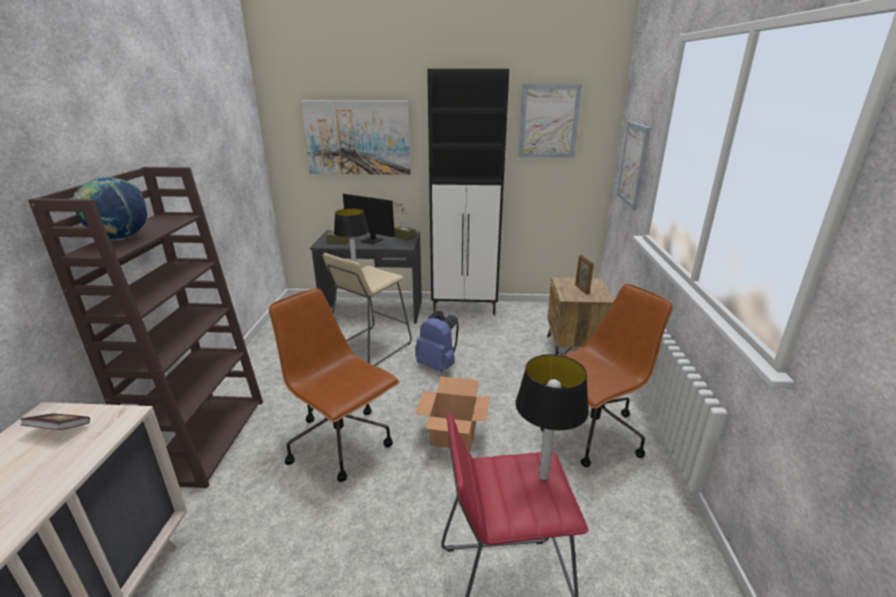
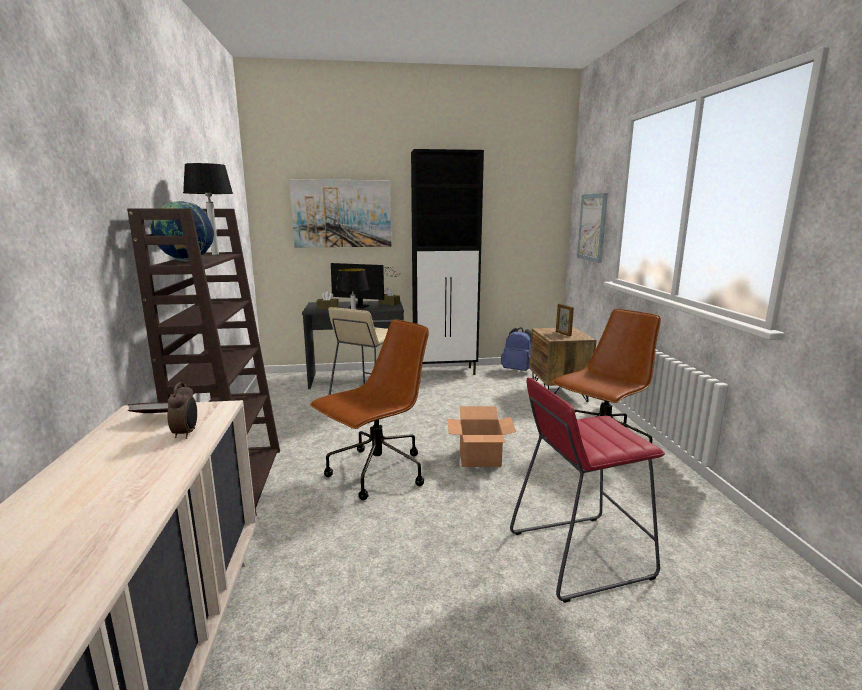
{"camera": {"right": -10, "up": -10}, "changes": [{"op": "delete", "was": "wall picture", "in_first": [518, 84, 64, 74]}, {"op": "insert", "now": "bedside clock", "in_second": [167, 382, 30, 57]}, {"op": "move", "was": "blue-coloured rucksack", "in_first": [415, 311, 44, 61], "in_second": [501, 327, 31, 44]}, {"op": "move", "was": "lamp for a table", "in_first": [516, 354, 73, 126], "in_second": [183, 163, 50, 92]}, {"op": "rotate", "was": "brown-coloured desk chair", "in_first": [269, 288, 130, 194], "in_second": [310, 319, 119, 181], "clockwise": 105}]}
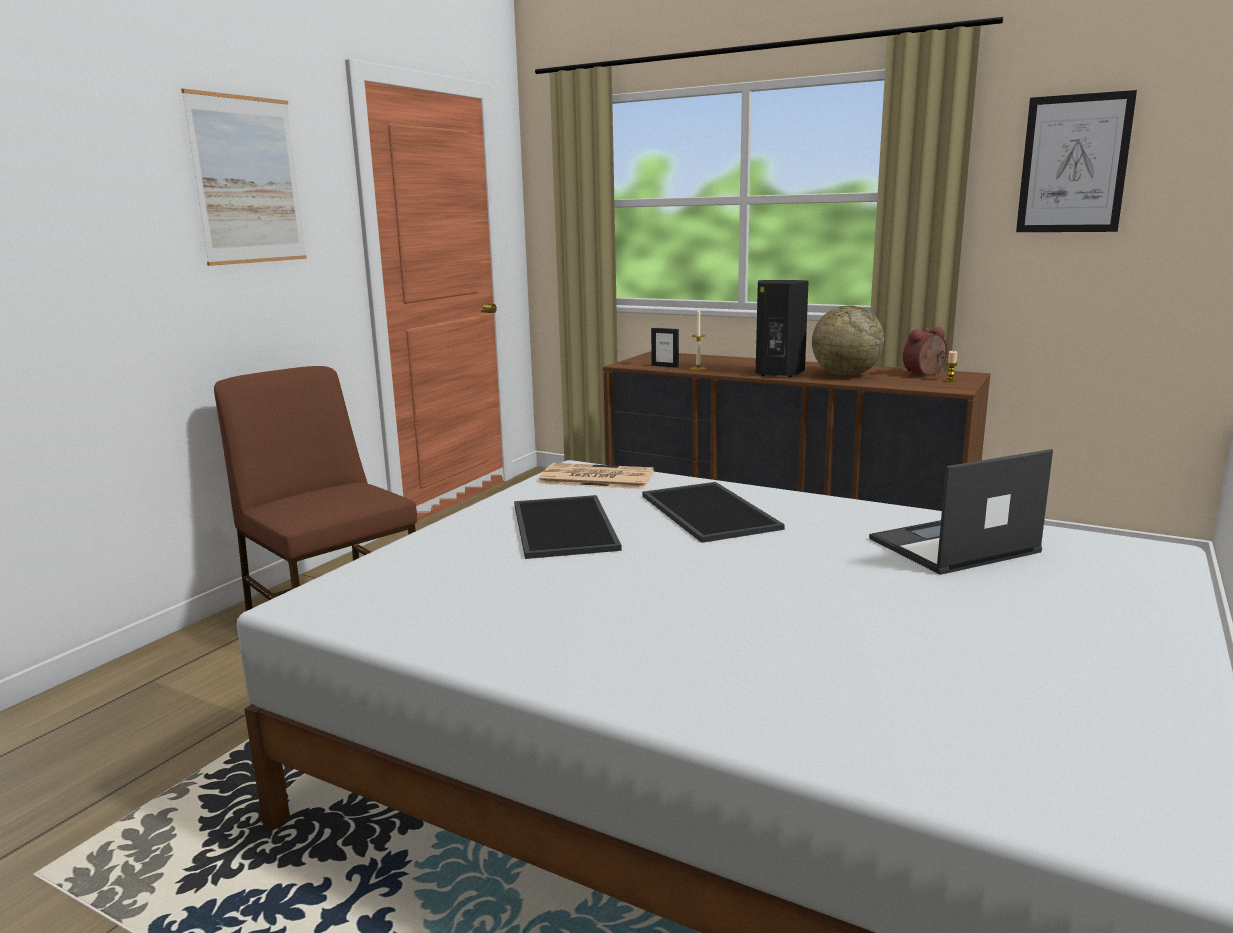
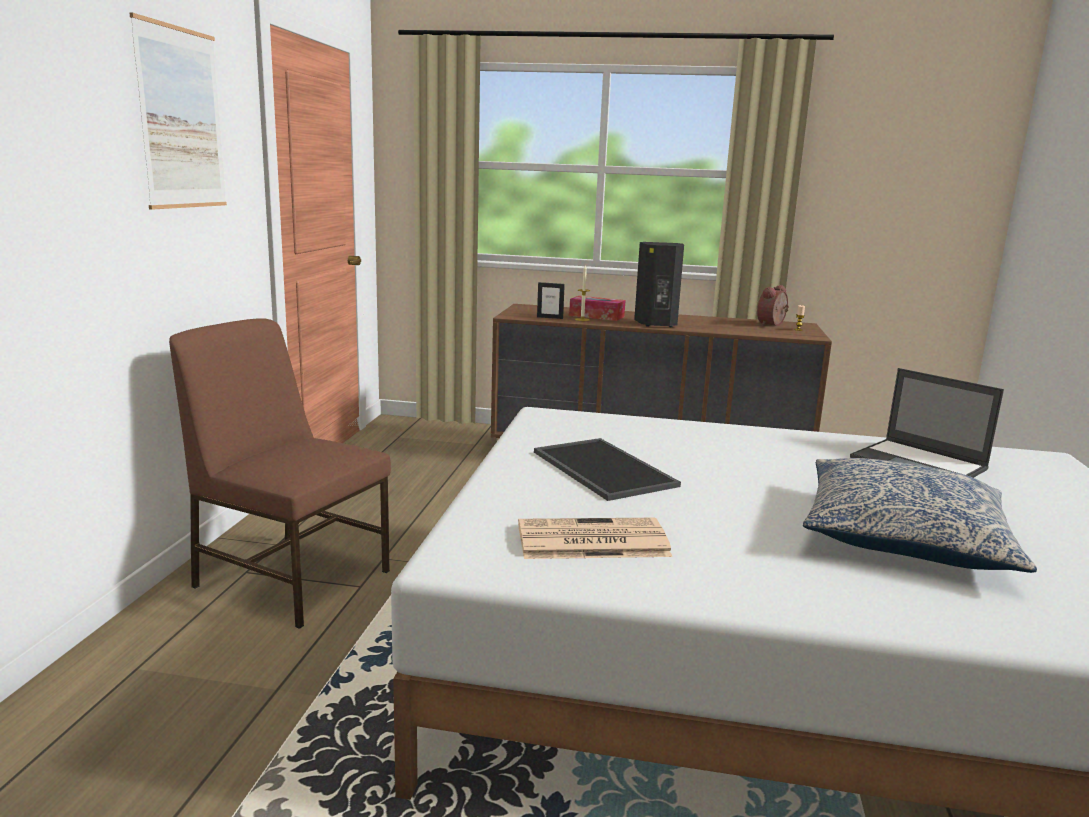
{"camera": {"right": -20, "up": 0}, "changes": [{"op": "delete", "was": "tray", "in_first": [642, 482, 143, 61]}, {"op": "delete", "was": "world globe", "in_first": [812, 305, 72, 71]}, {"op": "delete", "was": "wall picture", "in_first": [1016, 90, 121, 142]}, {"op": "insert", "now": "box of tissues", "in_second": [569, 296, 56, 25]}, {"op": "insert", "now": "pillow", "in_second": [803, 458, 234, 115]}, {"op": "move", "was": "newspaper", "in_first": [538, 463, 116, 26], "in_second": [518, 518, 154, 41]}, {"op": "rotate", "was": "portable computer", "in_first": [869, 449, 184, 126], "in_second": [850, 368, 154, 110], "clockwise": -90}]}
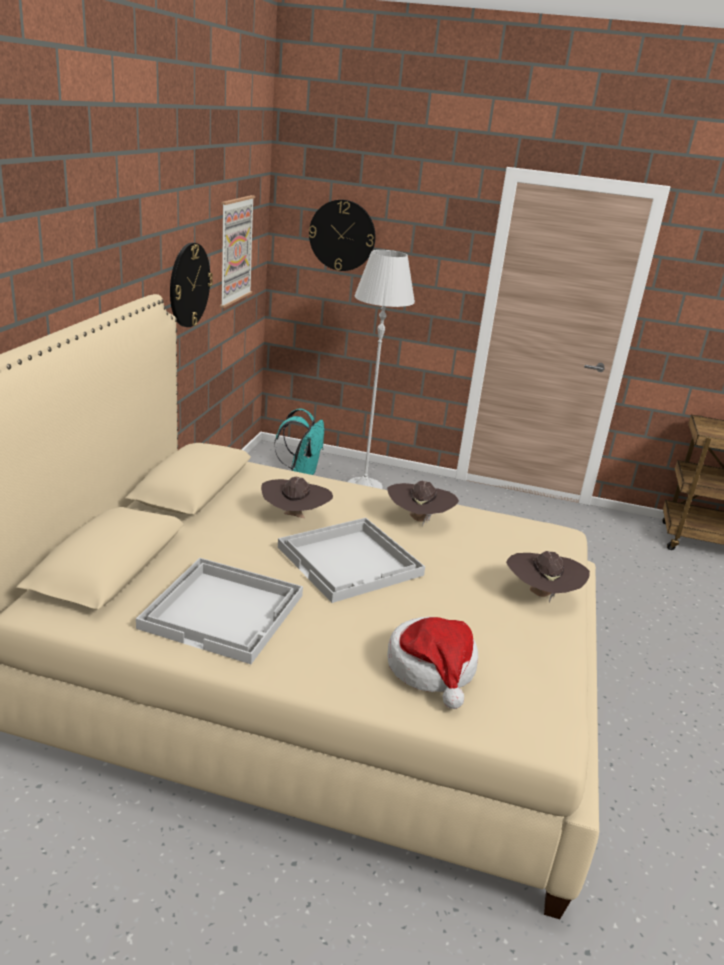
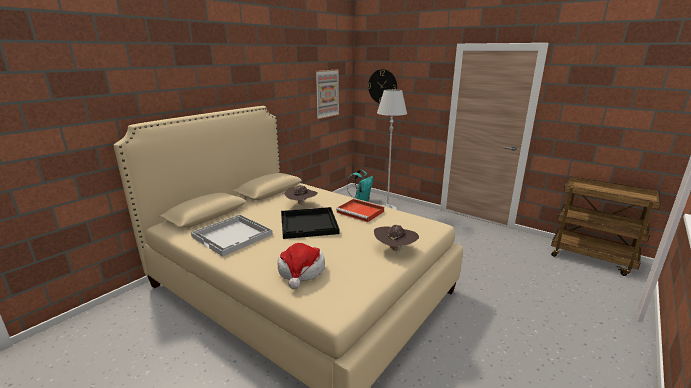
{"camera": {"right": 25, "up": -5}, "changes": [{"op": "delete", "was": "wall clock", "in_first": [170, 243, 43, 84]}, {"op": "replace", "was": "brown-coloured clothing hat", "now": "red-coloured tray", "in_first": [387, 481, 72, 45], "in_second": [336, 199, 48, 23]}, {"op": "recolor", "was": "whitish tray", "now": "black-coloured tray", "in_first": [278, 518, 147, 85], "in_second": [281, 207, 59, 32]}]}
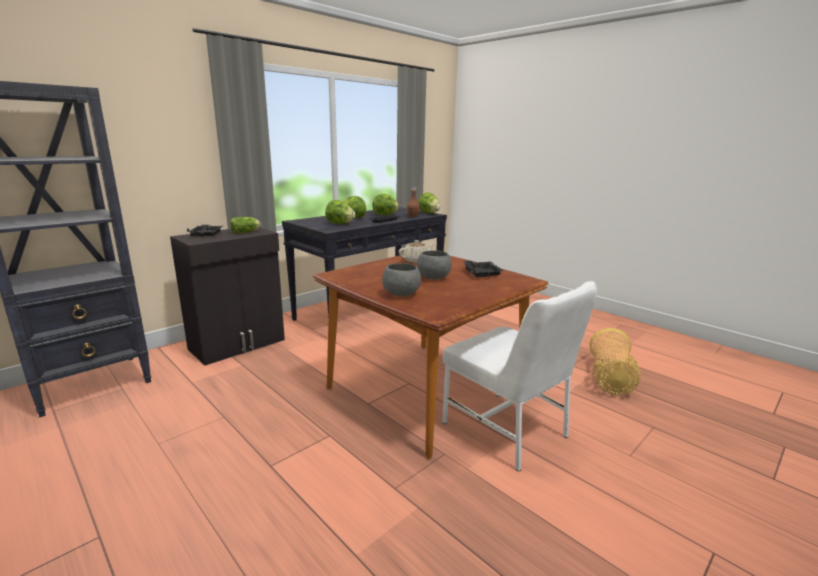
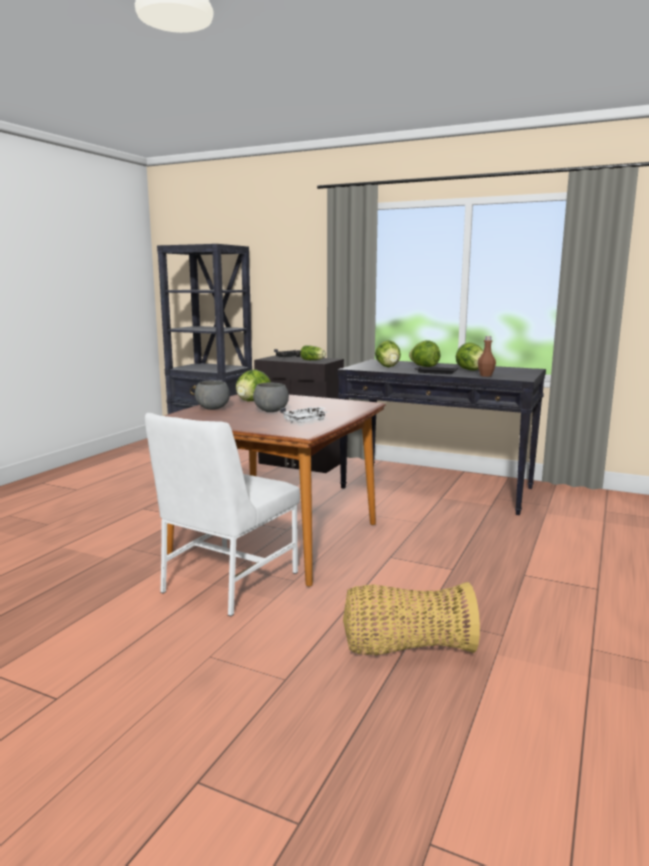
{"camera": {"right": 70, "up": -5}, "changes": [{"op": "delete", "was": "sand-coloured tea pot", "in_first": [399, 240, 36, 23]}, {"op": "move", "was": "lettuce head", "in_first": [418, 192, 23, 22], "in_second": [236, 369, 35, 33]}, {"op": "recolor", "was": "black-coloured tray", "now": "whitish tray", "in_first": [464, 261, 39, 17], "in_second": [280, 407, 50, 16]}]}
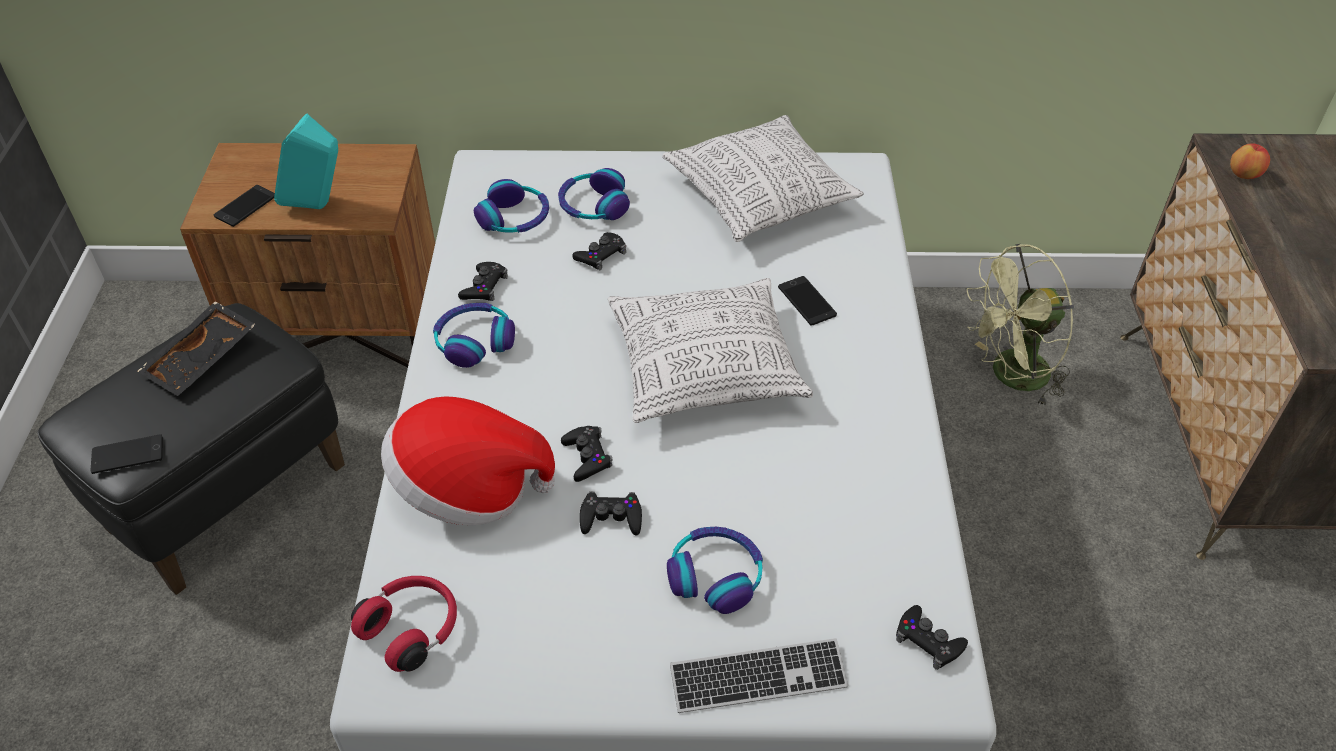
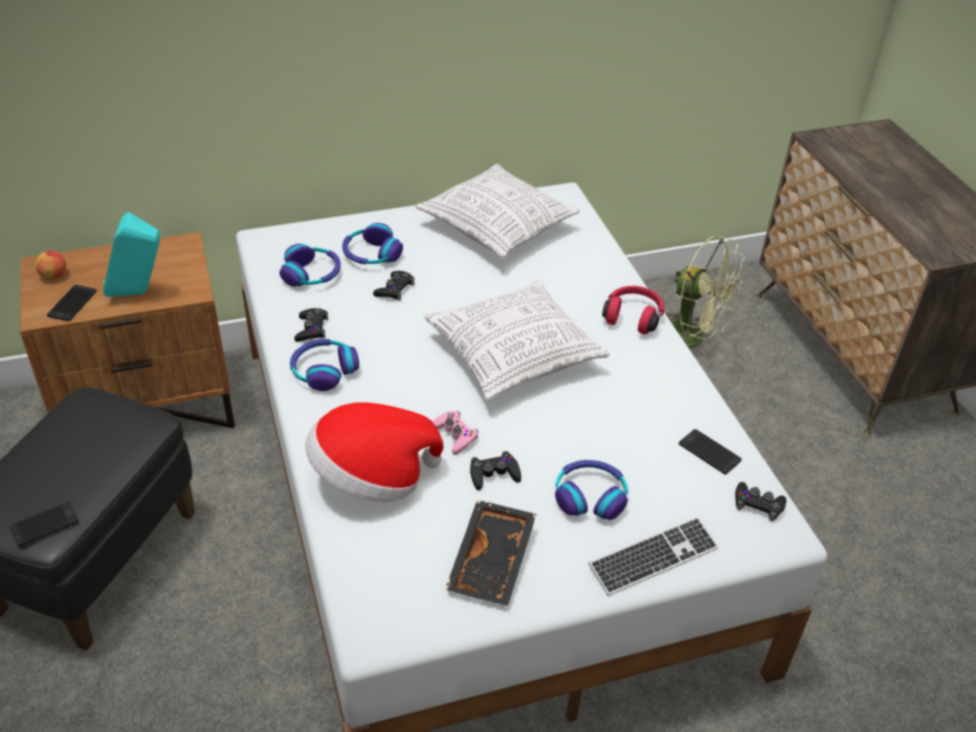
{"camera": {"right": -20, "up": -5}, "changes": [{"op": "move", "was": "black-coloured tray", "in_first": [138, 301, 118, 95], "in_second": [445, 500, 91, 105]}, {"op": "move", "was": "red-coloured headphones", "in_first": [351, 576, 106, 96], "in_second": [602, 286, 63, 48]}, {"op": "move", "was": "telephone", "in_first": [778, 276, 59, 50], "in_second": [679, 429, 63, 46]}, {"op": "move", "was": "whole apple", "in_first": [1230, 143, 40, 36], "in_second": [35, 251, 31, 28]}, {"op": "recolor", "was": "black-coloured game controller", "now": "pinkish game controller", "in_first": [561, 426, 51, 56], "in_second": [433, 411, 46, 44]}, {"op": "rotate", "was": "green fan", "in_first": [967, 244, 107, 163], "in_second": [665, 236, 80, 112], "clockwise": -105}]}
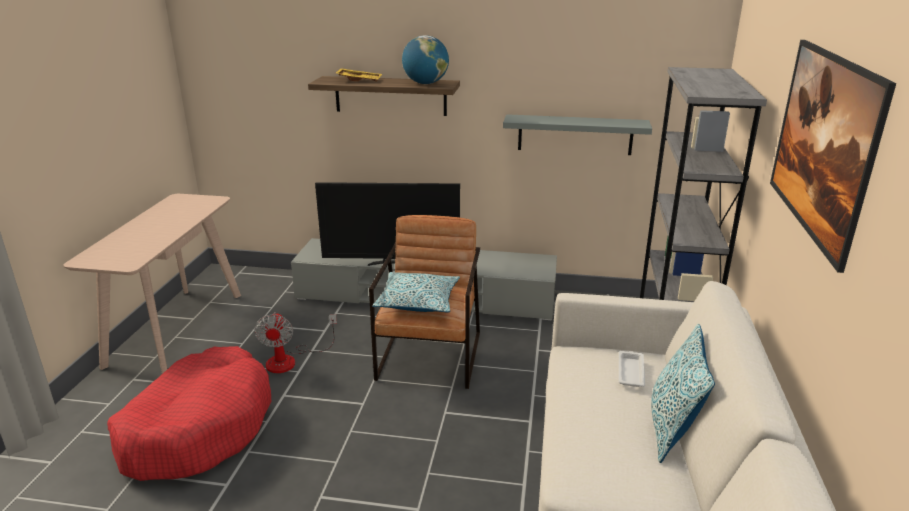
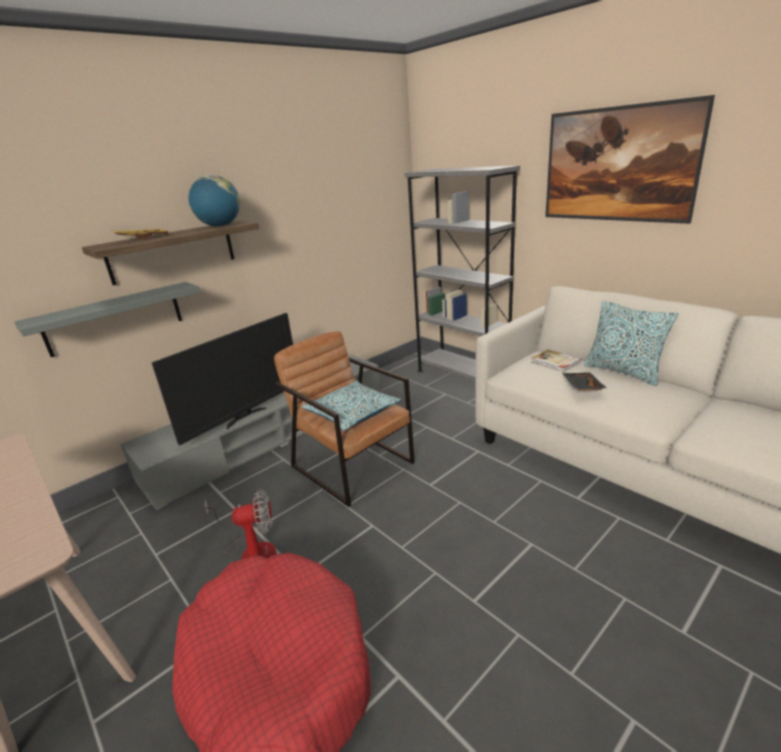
{"camera": {"right": -50, "up": 0}, "changes": [{"op": "insert", "now": "black-coloured tray", "in_second": [562, 372, 45, 19]}, {"op": "move", "was": "grey shelf", "in_first": [503, 114, 149, 41], "in_second": [15, 282, 185, 75]}, {"op": "replace", "was": "whitish tray", "now": "book", "in_first": [619, 351, 26, 36], "in_second": [531, 349, 50, 23]}, {"op": "rotate", "was": "fan", "in_first": [254, 312, 83, 61], "in_second": [204, 489, 72, 73], "clockwise": -45}]}
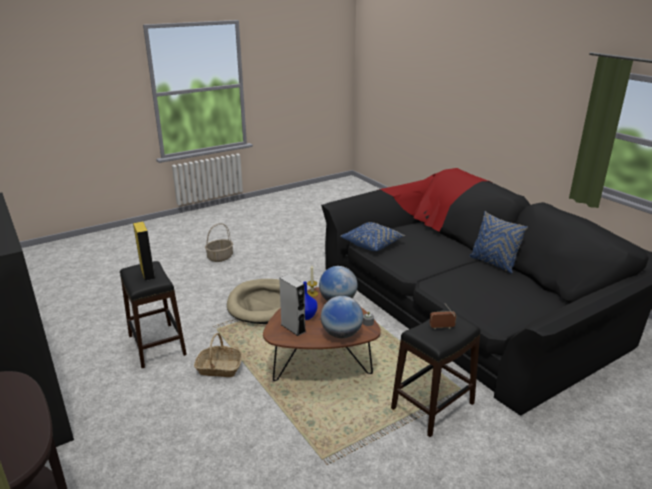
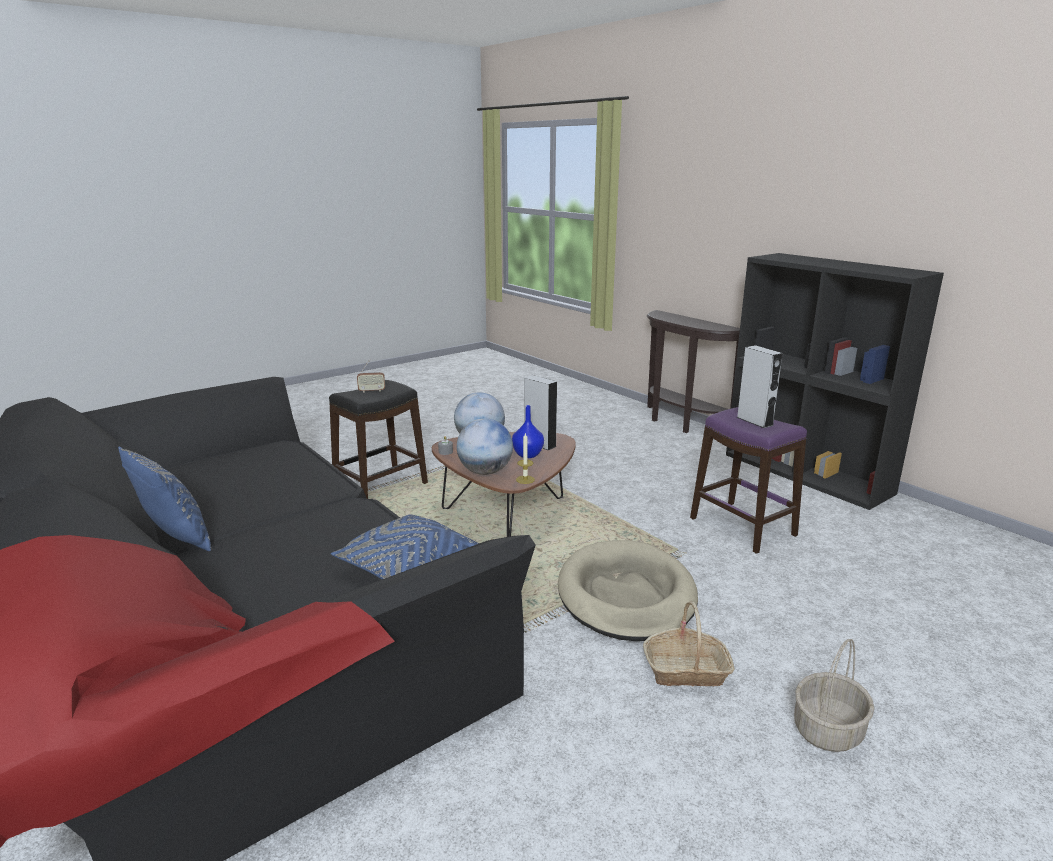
{"camera": {"right": 175, "up": -5}, "changes": [{"op": "move", "was": "basket", "in_first": [194, 333, 48, 44], "in_second": [643, 602, 92, 84]}, {"op": "recolor", "was": "black-coloured sitting stool", "now": "purple-coloured sitting stool", "in_first": [120, 261, 67, 107], "in_second": [690, 407, 117, 147]}, {"op": "recolor", "was": "yellow-coloured speaker", "now": "grey speaker", "in_first": [133, 222, 22, 59], "in_second": [737, 345, 46, 83]}]}
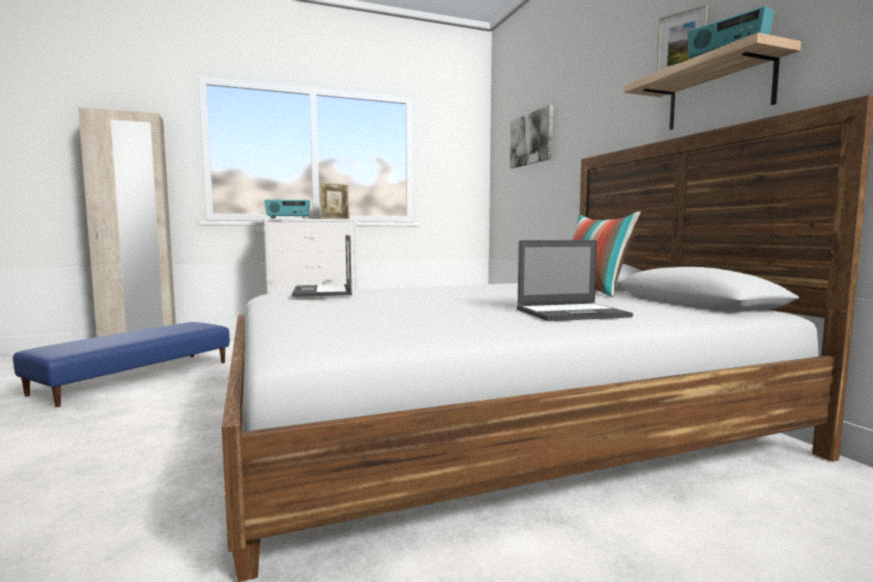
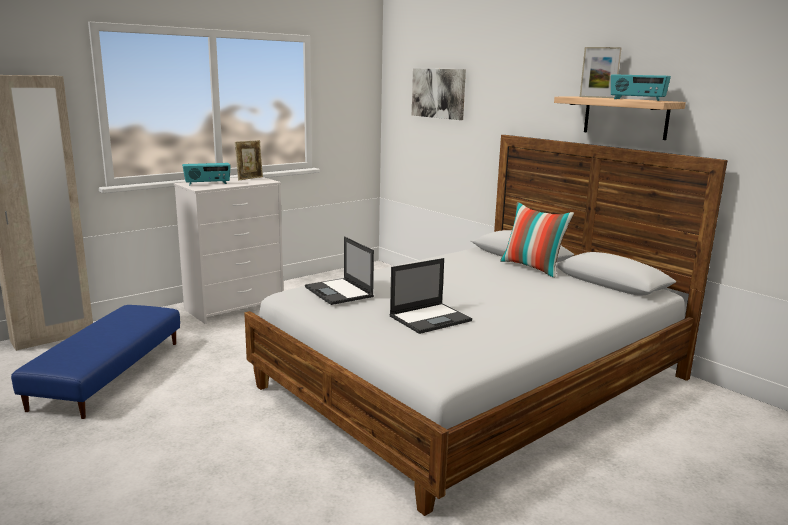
{"camera": {"right": -20, "up": 10}, "changes": [{"op": "move", "was": "portable computer", "in_first": [517, 240, 116, 81], "in_second": [390, 258, 82, 76]}]}
